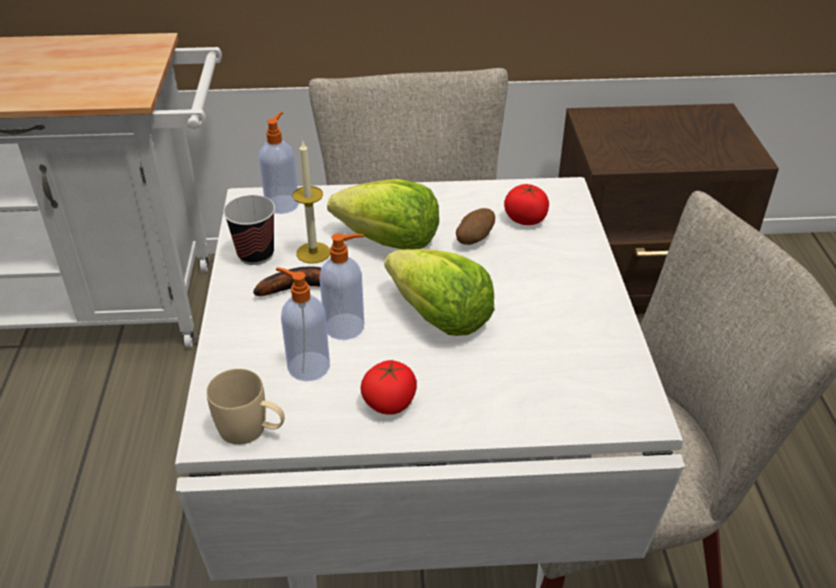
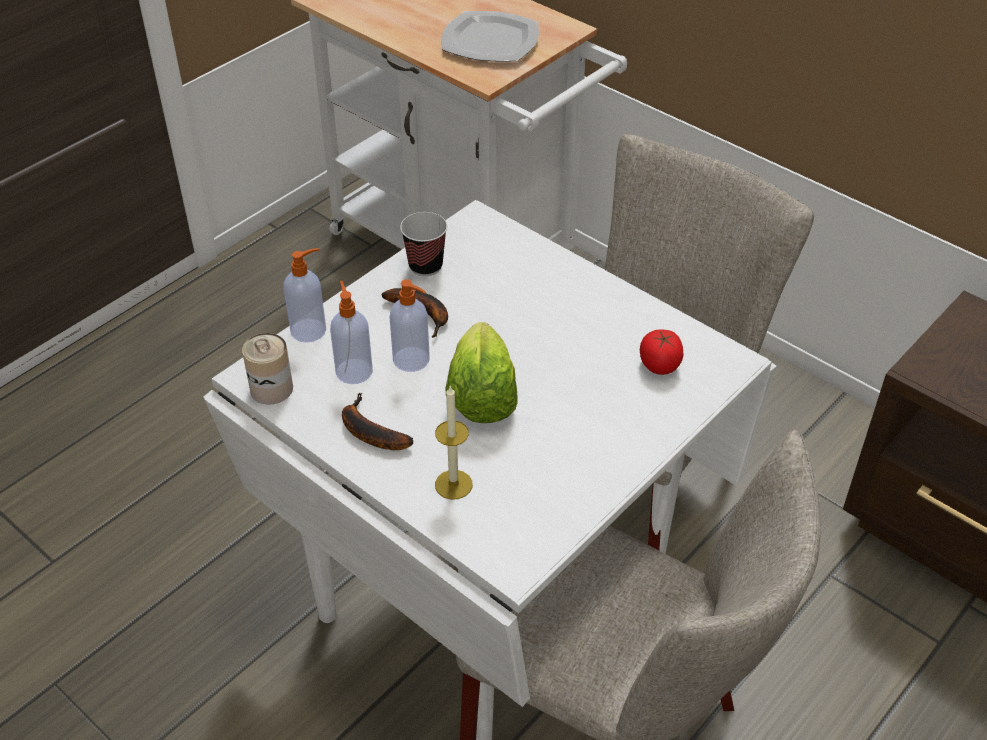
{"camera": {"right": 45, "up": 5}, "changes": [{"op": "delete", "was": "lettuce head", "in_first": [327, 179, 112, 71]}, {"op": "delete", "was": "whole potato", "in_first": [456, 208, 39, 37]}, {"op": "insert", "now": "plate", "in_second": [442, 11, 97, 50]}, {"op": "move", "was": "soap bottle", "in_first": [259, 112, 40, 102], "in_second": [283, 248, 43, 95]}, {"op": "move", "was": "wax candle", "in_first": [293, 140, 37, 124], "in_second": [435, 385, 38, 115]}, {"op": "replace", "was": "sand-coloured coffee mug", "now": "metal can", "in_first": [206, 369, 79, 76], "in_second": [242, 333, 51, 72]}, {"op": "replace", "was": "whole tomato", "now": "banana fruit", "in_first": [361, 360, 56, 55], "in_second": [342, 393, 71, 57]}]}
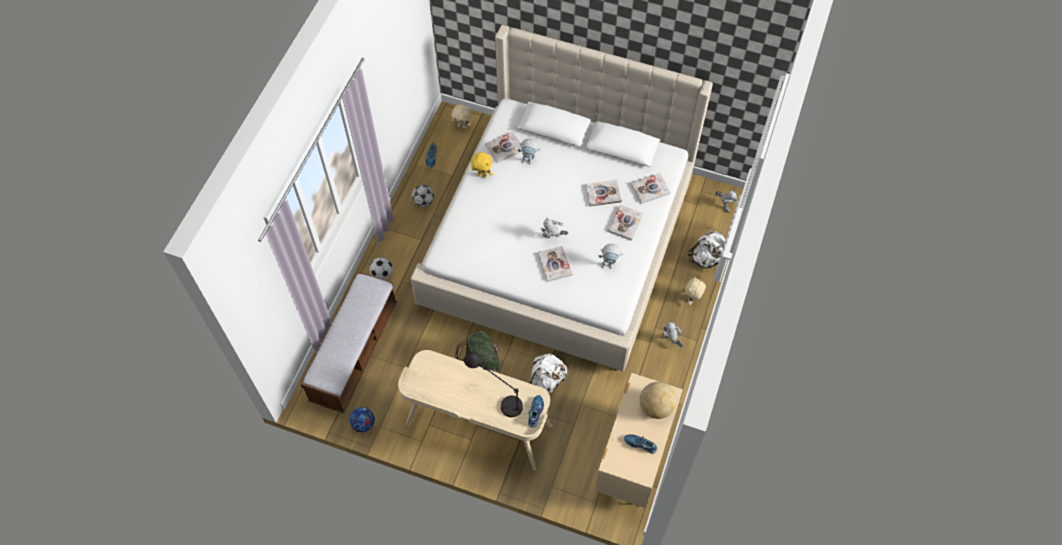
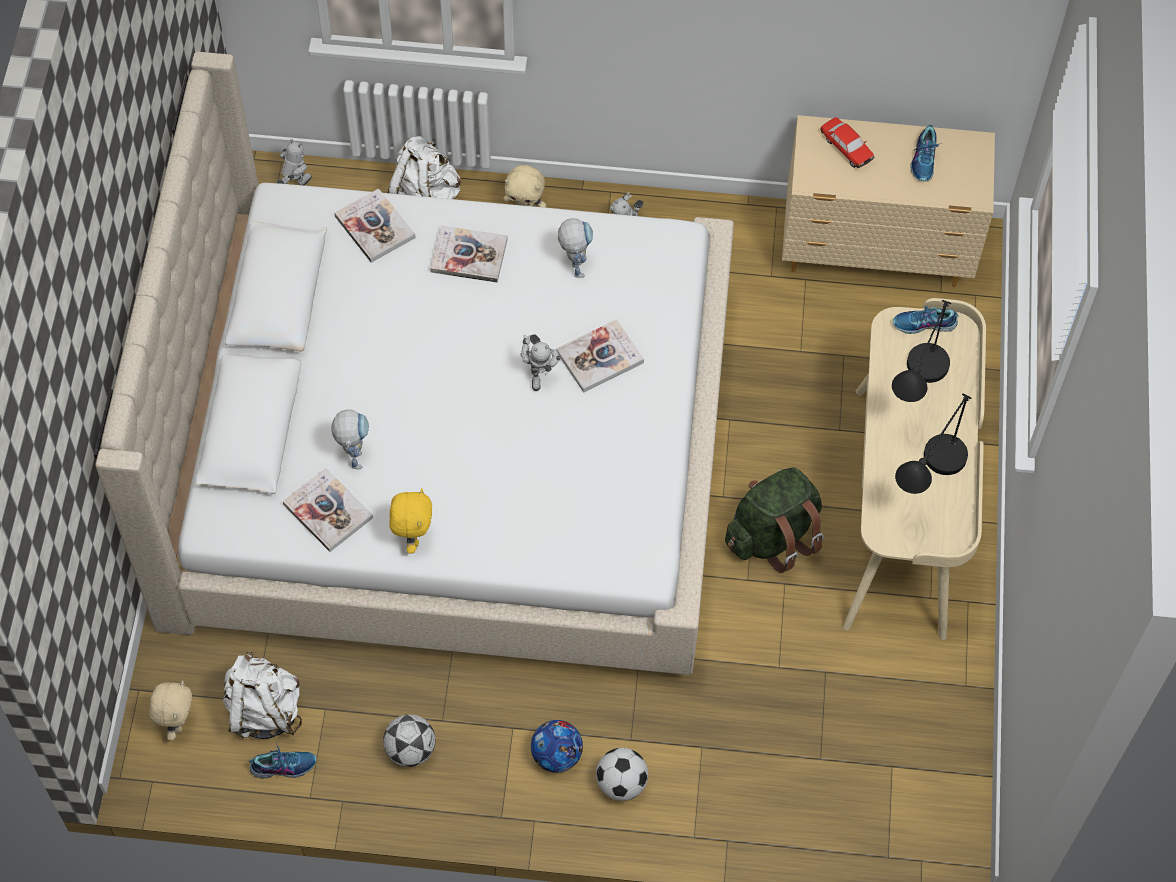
{"camera": {"right": -105, "up": 0}, "changes": [{"op": "delete", "was": "long seat", "in_first": [300, 271, 97, 143]}, {"op": "delete", "was": "book", "in_first": [585, 180, 37, 27]}, {"op": "insert", "now": "black-coloured lamp for a table", "in_second": [895, 394, 76, 100]}, {"op": "move", "was": "football", "in_first": [349, 407, 26, 25], "in_second": [531, 720, 52, 53]}, {"op": "move", "was": "whitish rucksack", "in_first": [528, 353, 39, 40], "in_second": [223, 651, 79, 88]}, {"op": "replace", "was": "world globe", "now": "miniature car", "in_first": [640, 382, 37, 37], "in_second": [820, 117, 54, 51]}]}
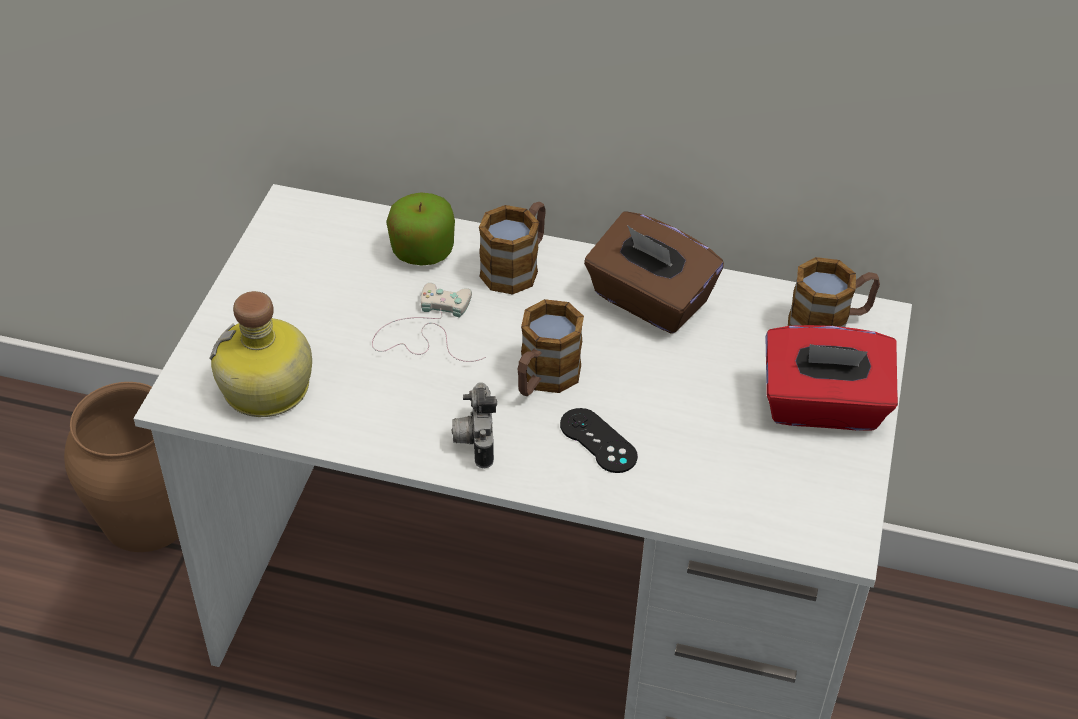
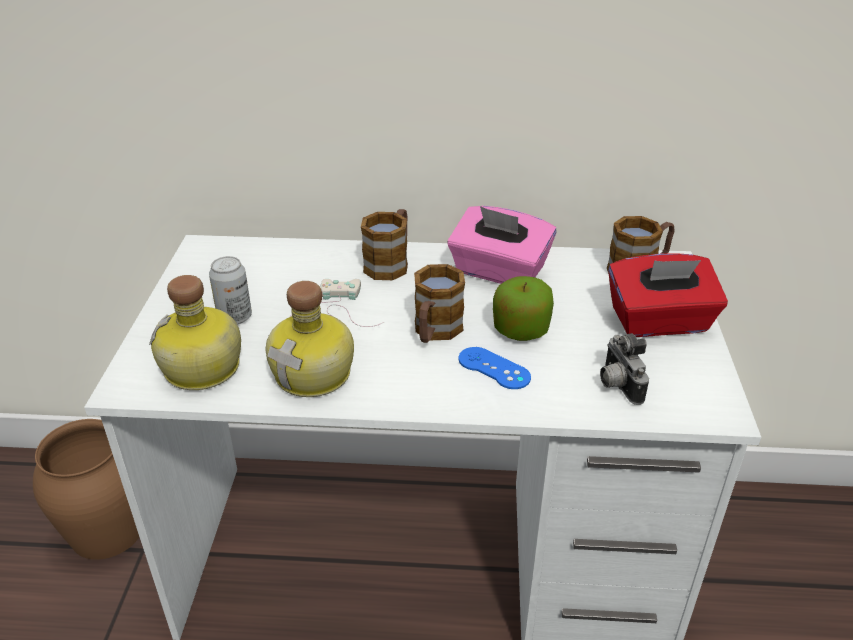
{"camera": {"right": -10, "up": -10}, "changes": [{"op": "insert", "now": "metal can", "in_second": [209, 256, 43, 69]}, {"op": "insert", "now": "drink bottle", "in_second": [265, 281, 89, 116]}, {"op": "move", "was": "whole apple", "in_first": [386, 192, 69, 74], "in_second": [493, 276, 61, 65]}, {"op": "move", "was": "photo camera", "in_first": [451, 382, 46, 86], "in_second": [600, 333, 49, 72]}, {"op": "recolor", "was": "black-coloured game controller", "now": "blue-coloured game controller", "in_first": [560, 408, 78, 65], "in_second": [459, 347, 72, 42]}, {"op": "recolor", "was": "brown-coloured box of tissues", "now": "pinkish box of tissues", "in_first": [584, 211, 140, 123], "in_second": [447, 206, 109, 78]}]}
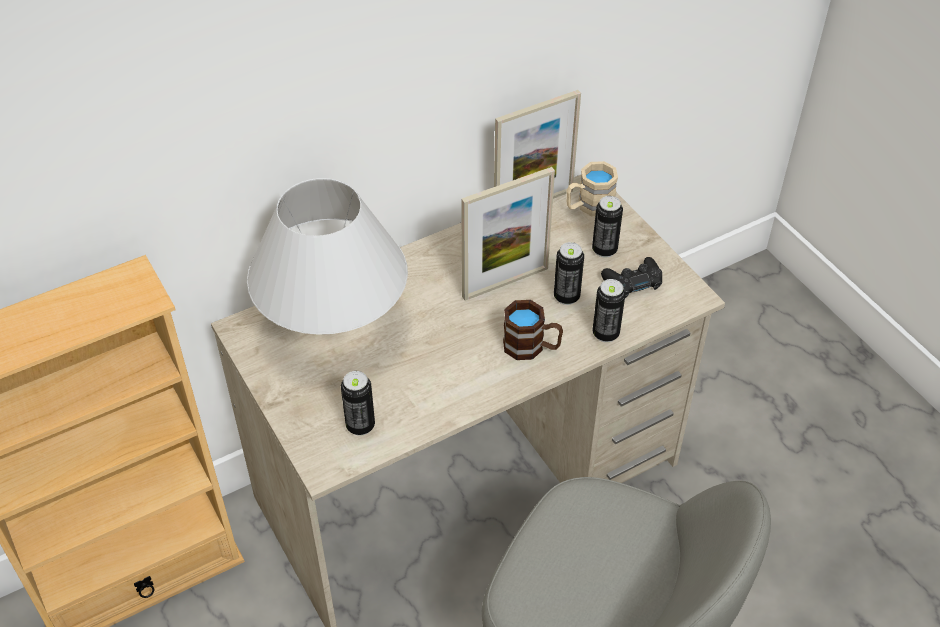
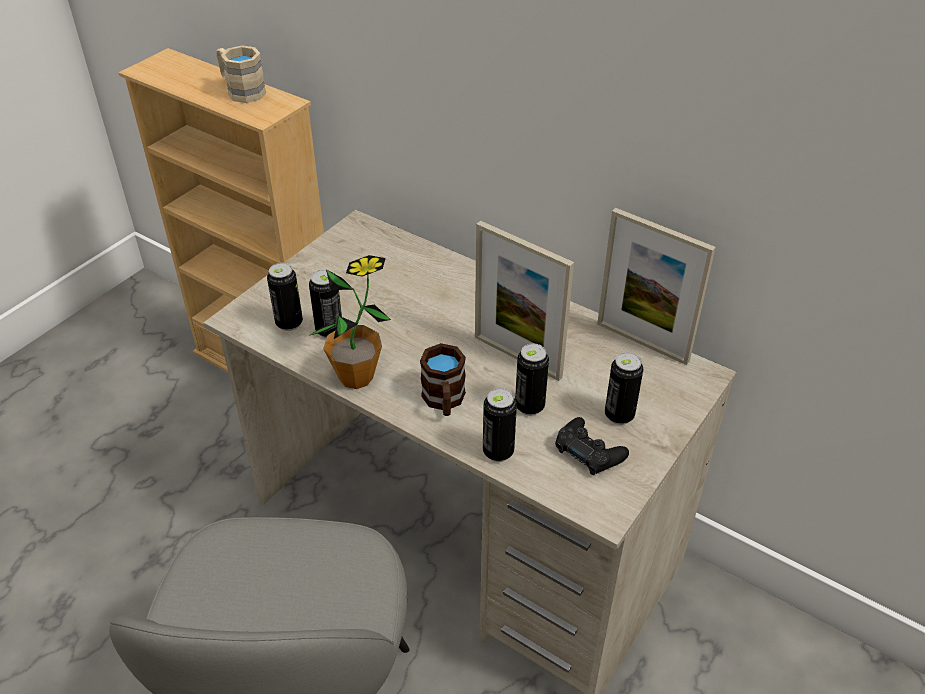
{"camera": {"right": 65, "up": -5}, "changes": [{"op": "delete", "was": "whitish lamp for a table", "in_first": [247, 178, 161, 157]}, {"op": "insert", "now": "potted plant", "in_second": [309, 255, 82, 134]}, {"op": "insert", "now": "metal can", "in_second": [309, 270, 33, 68]}, {"op": "move", "was": "sand-coloured coffee mug", "in_first": [567, 161, 51, 55], "in_second": [217, 45, 49, 58]}]}
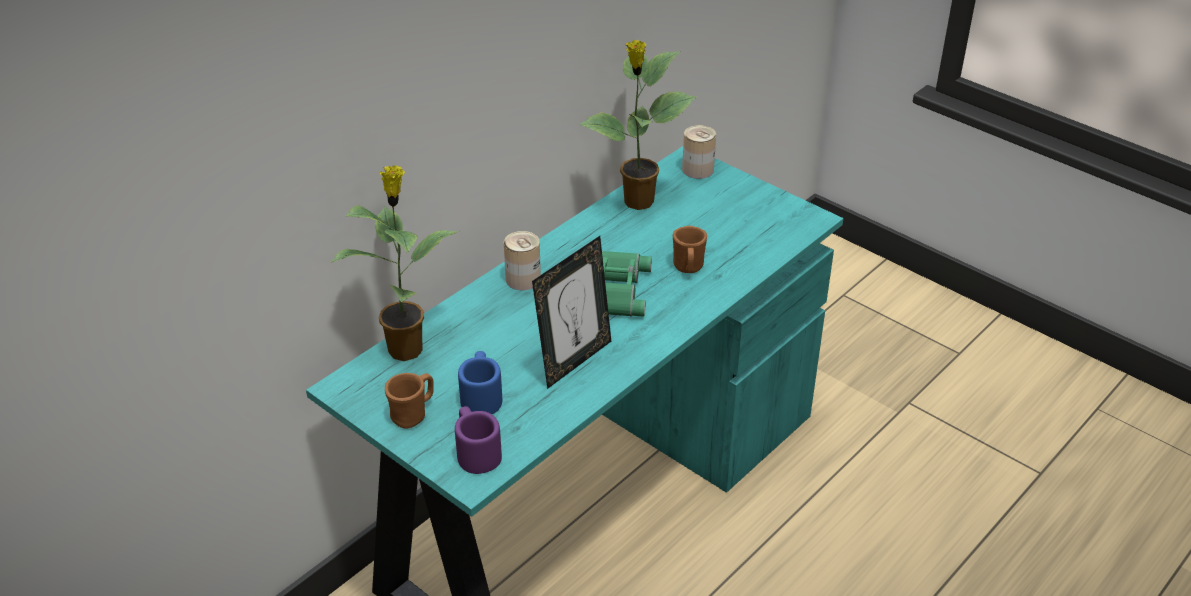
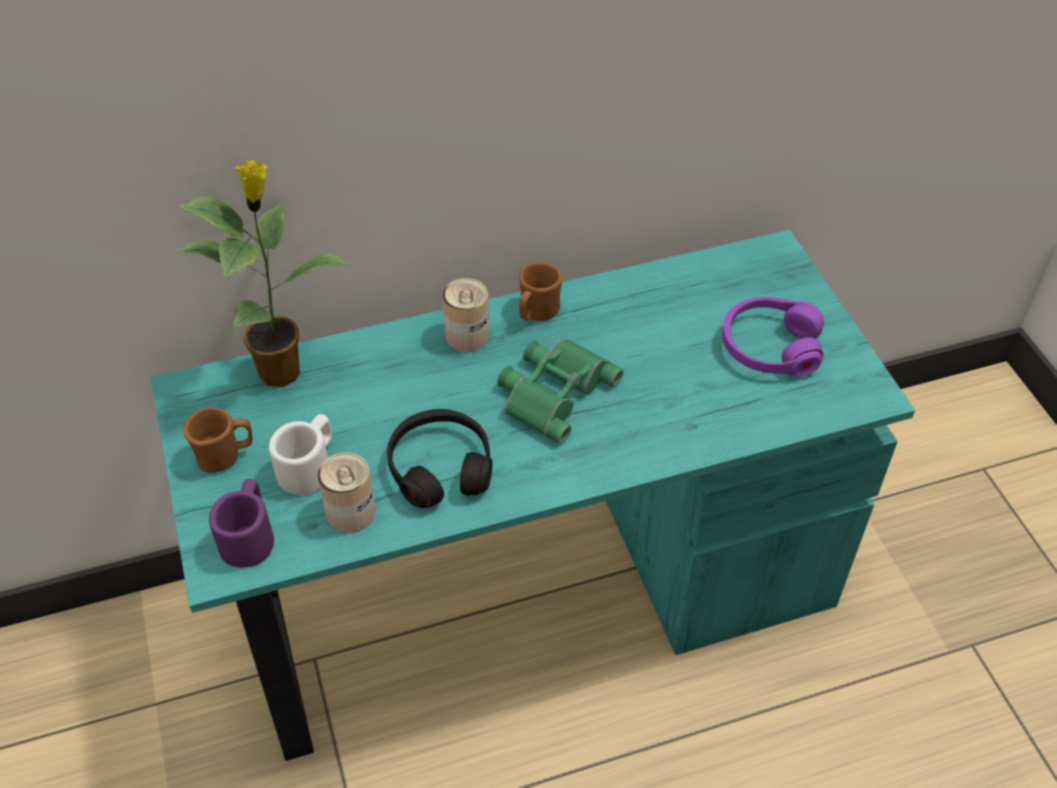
{"camera": {"right": 30, "up": 10}, "changes": [{"op": "delete", "was": "potted plant", "in_first": [579, 40, 117, 170]}, {"op": "insert", "now": "purple-coloured headphones", "in_second": [722, 297, 102, 79]}, {"op": "move", "was": "brown-coloured coffee mug", "in_first": [673, 226, 34, 47], "in_second": [519, 262, 44, 59]}, {"op": "move", "was": "metal can", "in_first": [682, 125, 34, 54], "in_second": [317, 452, 59, 81]}, {"op": "replace", "was": "standing frame", "now": "black-coloured headphones", "in_first": [532, 236, 79, 153], "in_second": [387, 409, 106, 99]}, {"op": "recolor", "was": "blue-coloured coffee mug", "now": "whitish coffee mug", "in_first": [458, 351, 45, 63], "in_second": [269, 414, 63, 81]}]}
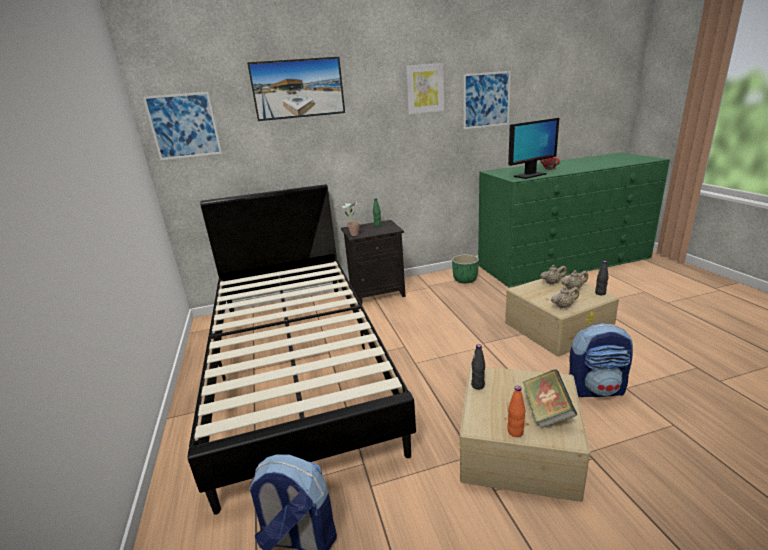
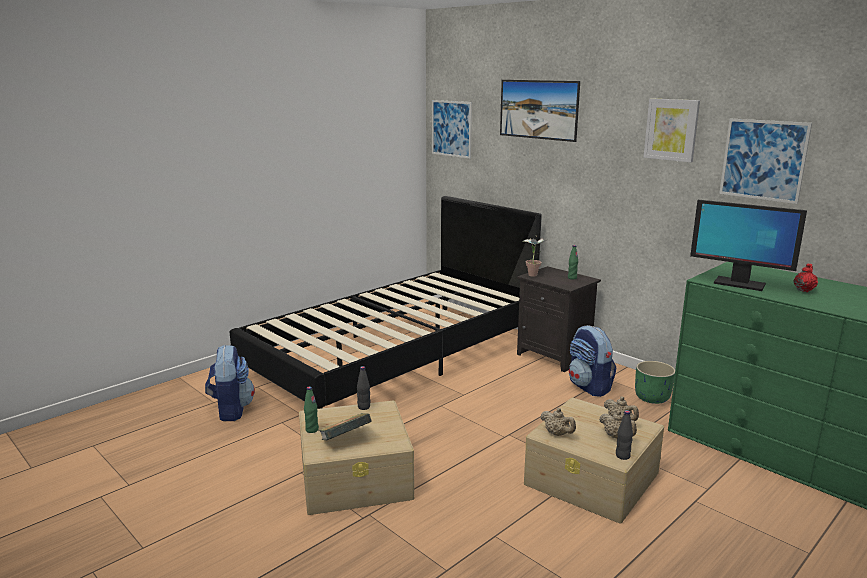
{"camera": {"right": 60, "up": -5}, "changes": [{"op": "move", "was": "rucksack", "in_first": [569, 323, 64, 74], "in_second": [569, 325, 47, 72]}, {"op": "recolor", "was": "orange-coloured drink bottle", "now": "green drink bottle", "in_first": [507, 386, 18, 51], "in_second": [304, 386, 15, 47]}]}
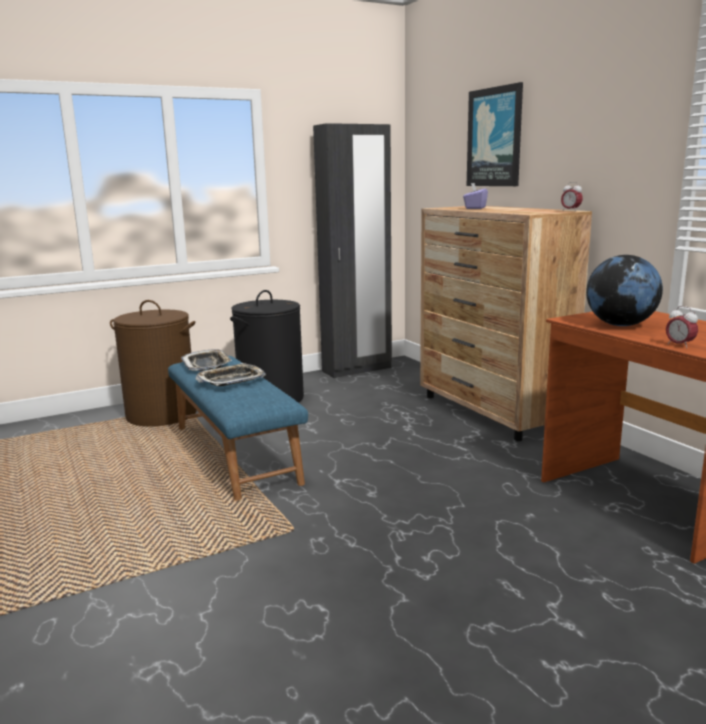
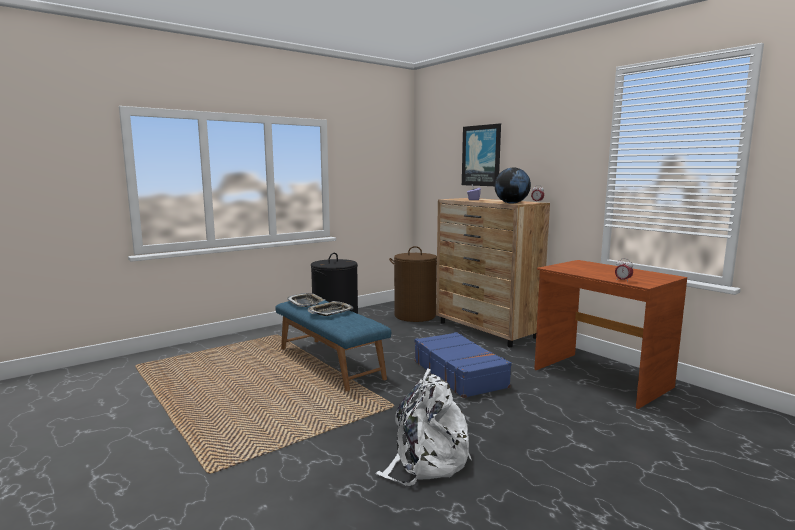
{"camera": {"right": -10, "up": -5}, "changes": [{"op": "delete", "was": "black-coloured armoire", "in_first": [313, 123, 79, 255]}, {"op": "insert", "now": "whitish rucksack", "in_second": [375, 368, 97, 118]}, {"op": "insert", "now": "blue-coloured suitcase", "in_second": [415, 332, 97, 66]}, {"op": "move", "was": "brown-coloured laundry basket", "in_first": [110, 300, 86, 127], "in_second": [389, 246, 48, 76]}, {"op": "move", "was": "world globe", "in_first": [586, 255, 77, 71], "in_second": [495, 168, 36, 36]}]}
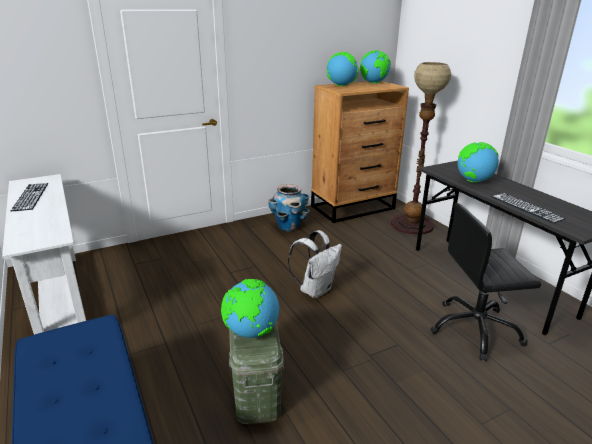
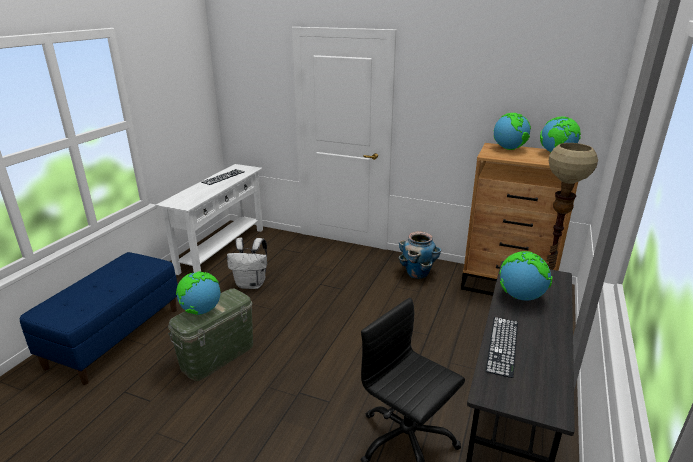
{"camera": {"right": 50, "up": 0}, "changes": [{"op": "move", "was": "whitish rucksack", "in_first": [288, 230, 54, 68], "in_second": [227, 238, 40, 51]}]}
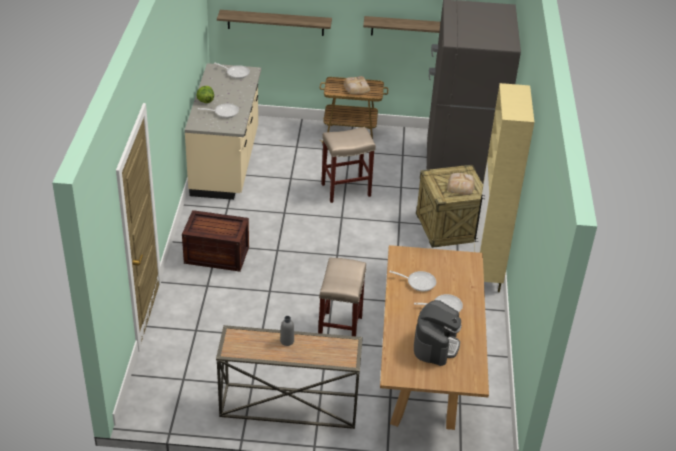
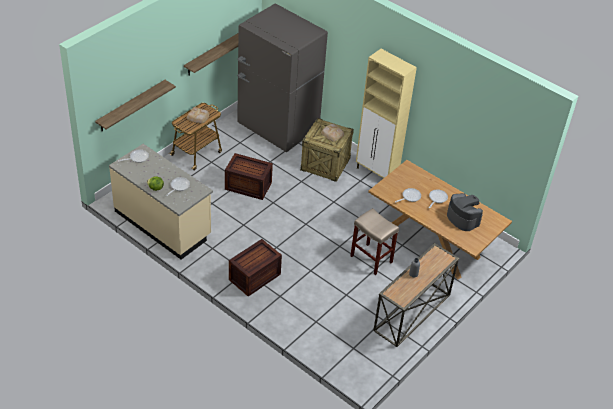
{"camera": {"right": -55, "up": 5}, "changes": [{"op": "replace", "was": "sand-coloured sitting stool", "now": "crate", "in_first": [321, 127, 55, 76], "in_second": [225, 153, 48, 47]}]}
